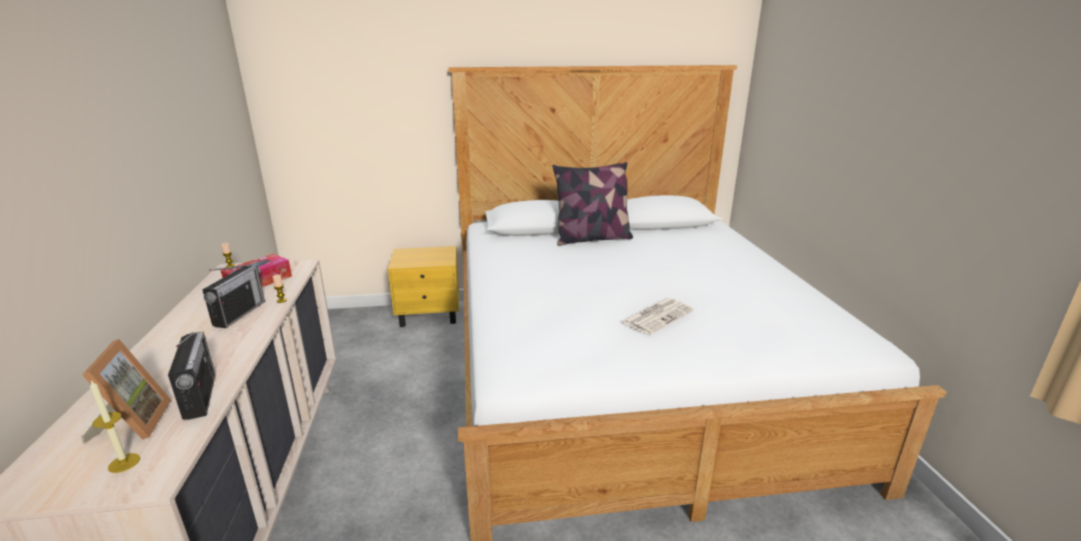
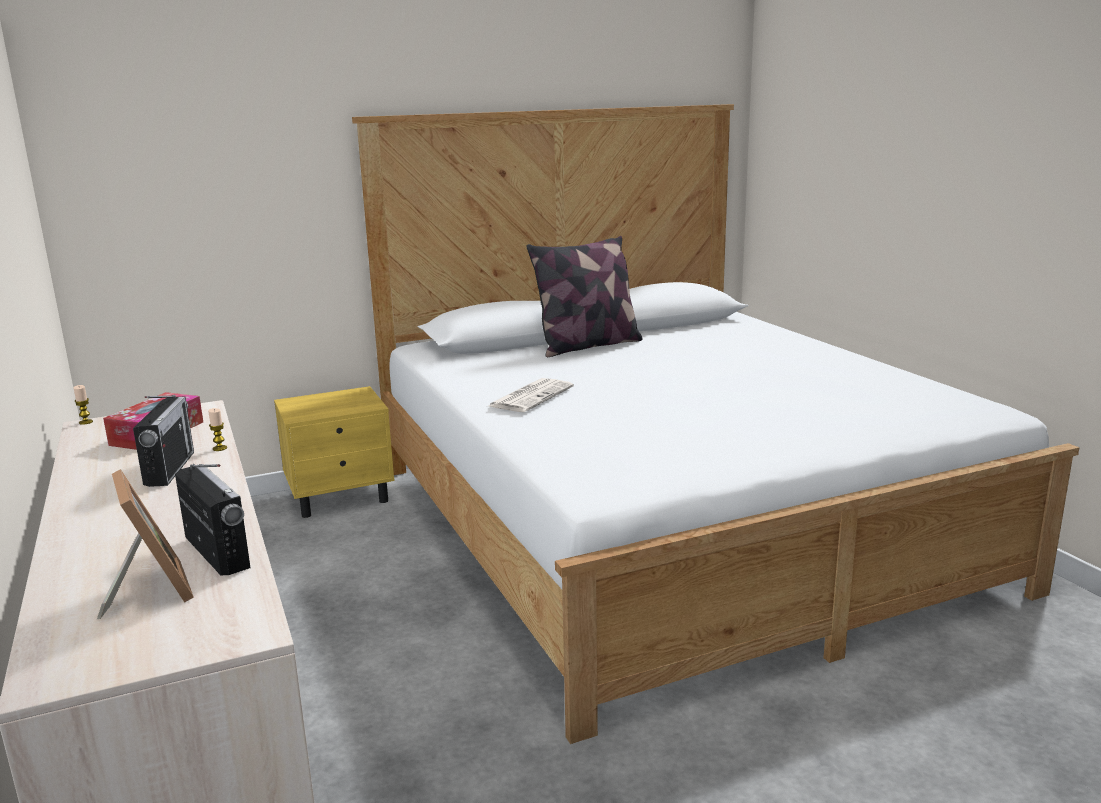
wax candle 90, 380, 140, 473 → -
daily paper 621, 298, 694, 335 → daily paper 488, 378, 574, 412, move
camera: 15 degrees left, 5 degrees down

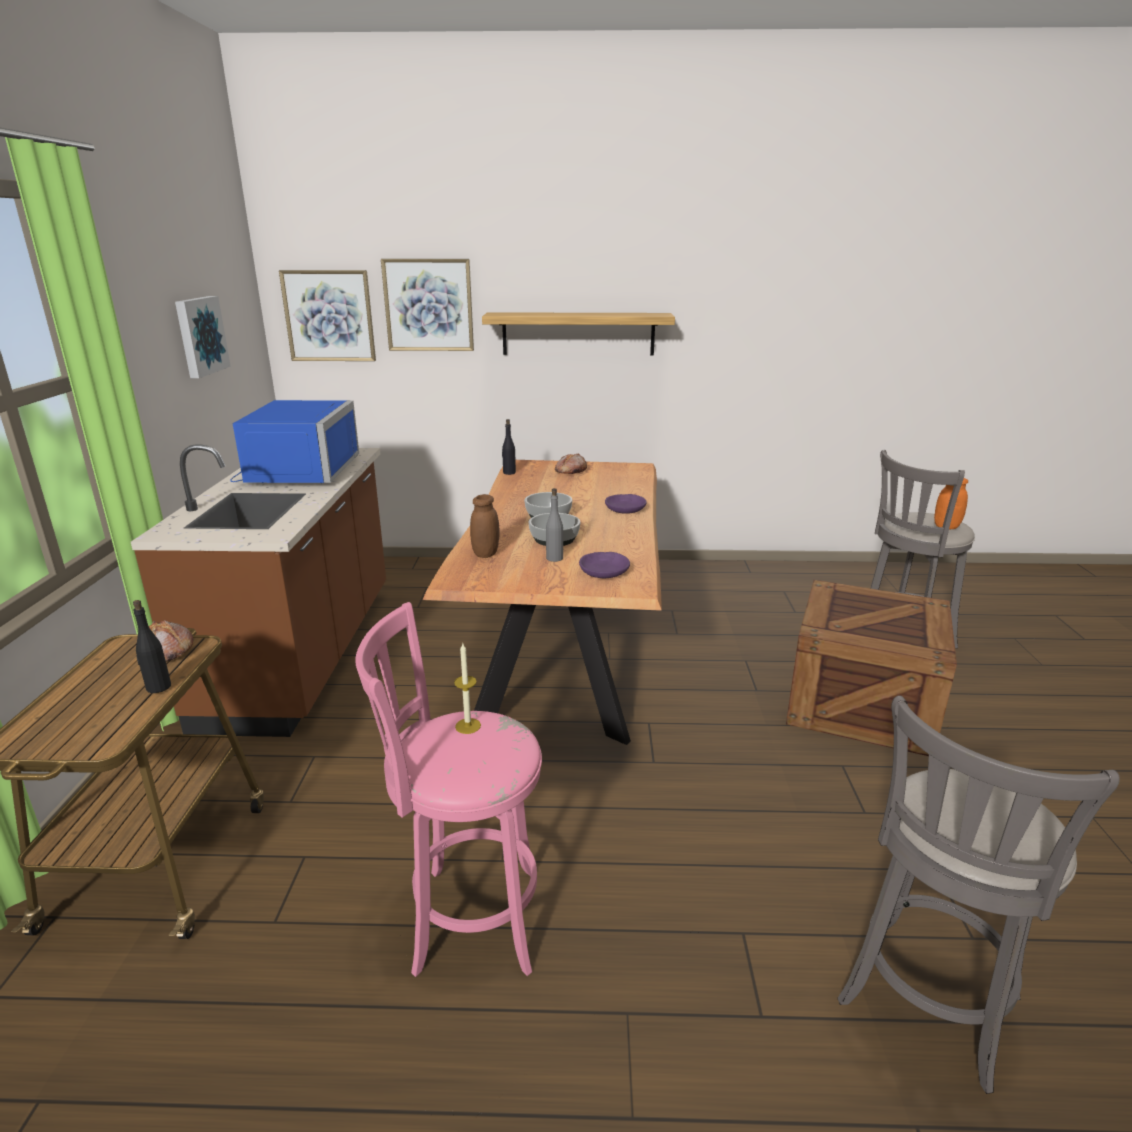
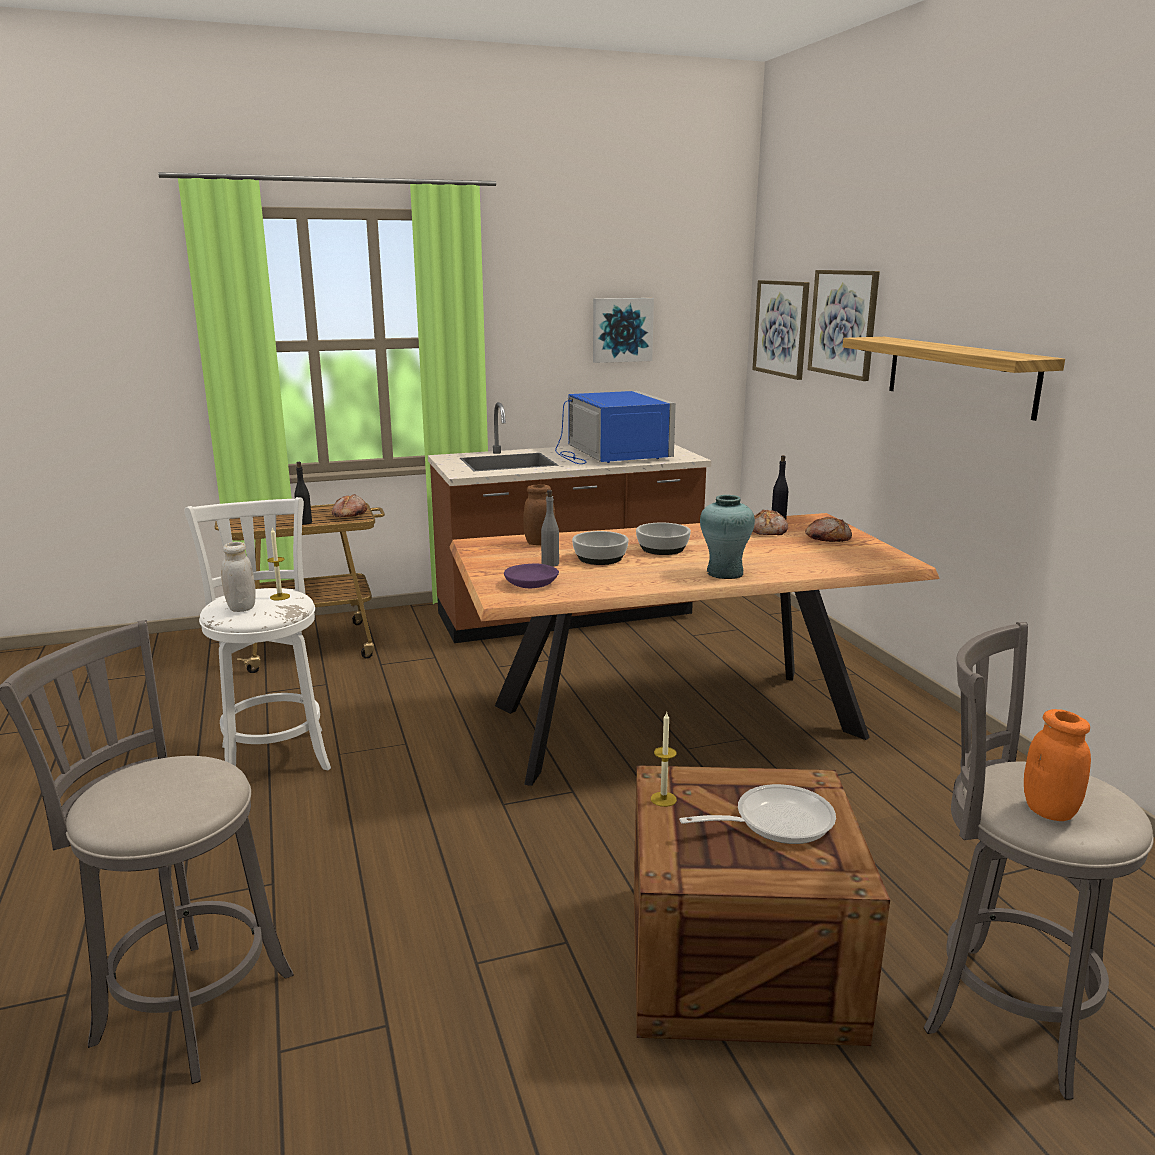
blue microwave oven 230, 400, 359, 483 → blue microwave oven 555, 391, 676, 464, 90 degrees counterclockwise
pink-coloured stool seat 355, 602, 542, 977 → white stool seat 185, 497, 331, 770
purple-coloured deep dish 605, 494, 647, 514 → turquoise flower vase 700, 495, 755, 579
- → white preserve jar 221, 542, 256, 612
- → wax candle 651, 712, 677, 807
- → frying pan 679, 784, 836, 844
- → baked bread 753, 510, 788, 535
camera: 70 degrees right, 5 degrees down

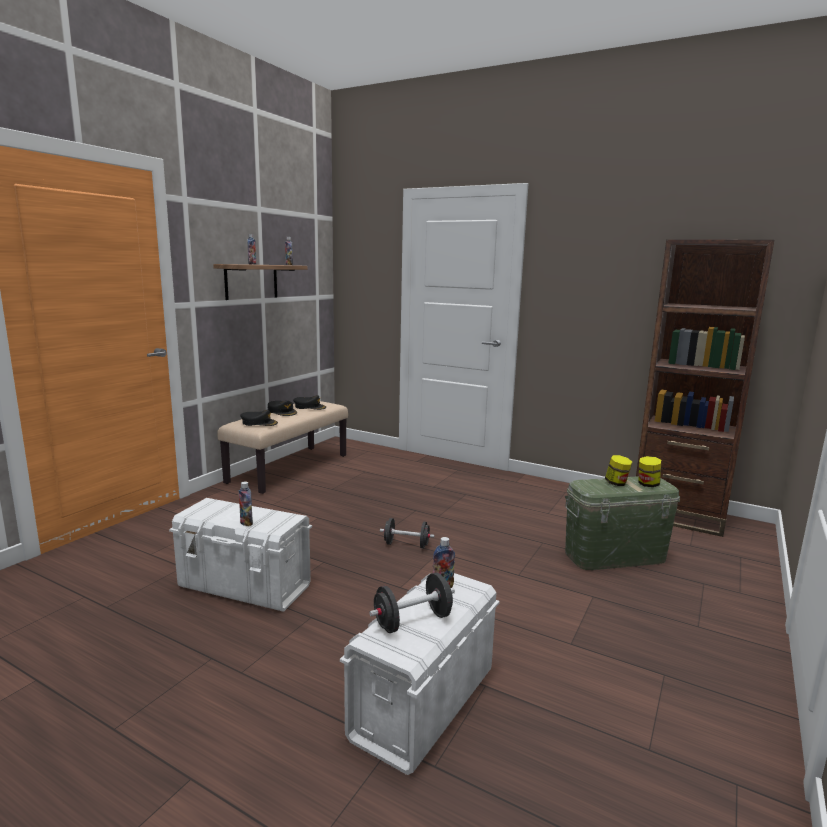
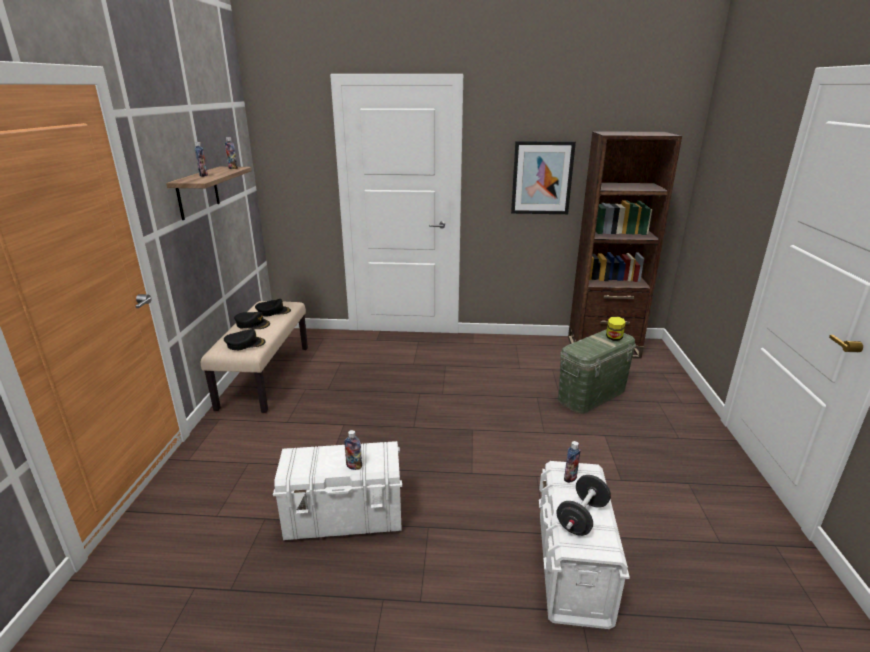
black-coloured hand weight 380, 518, 435, 549 → -
preserve jar 605, 455, 632, 486 → -
- → wall picture 511, 141, 576, 214
camera: 25 degrees left, 10 degrees up

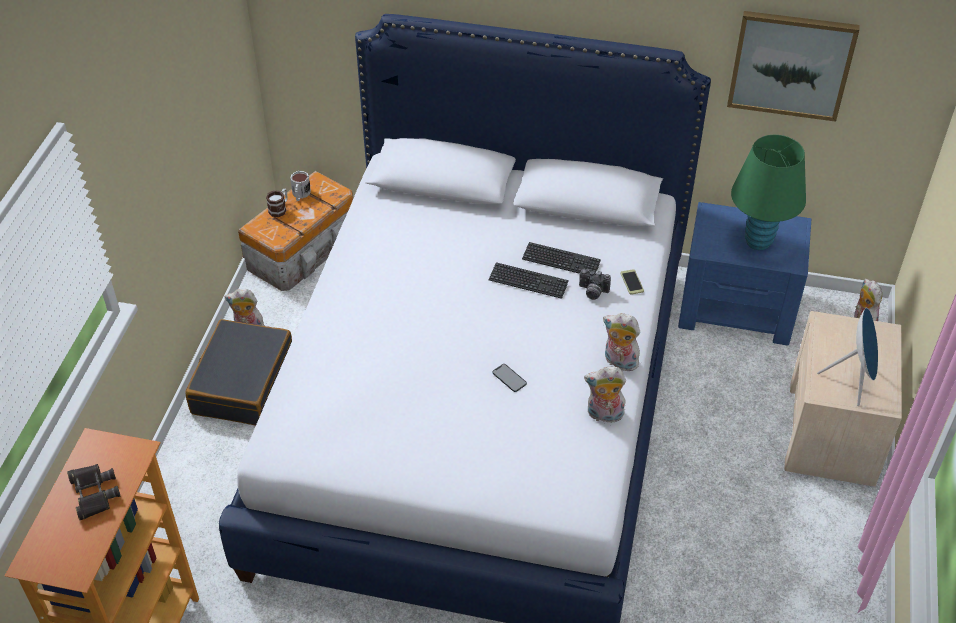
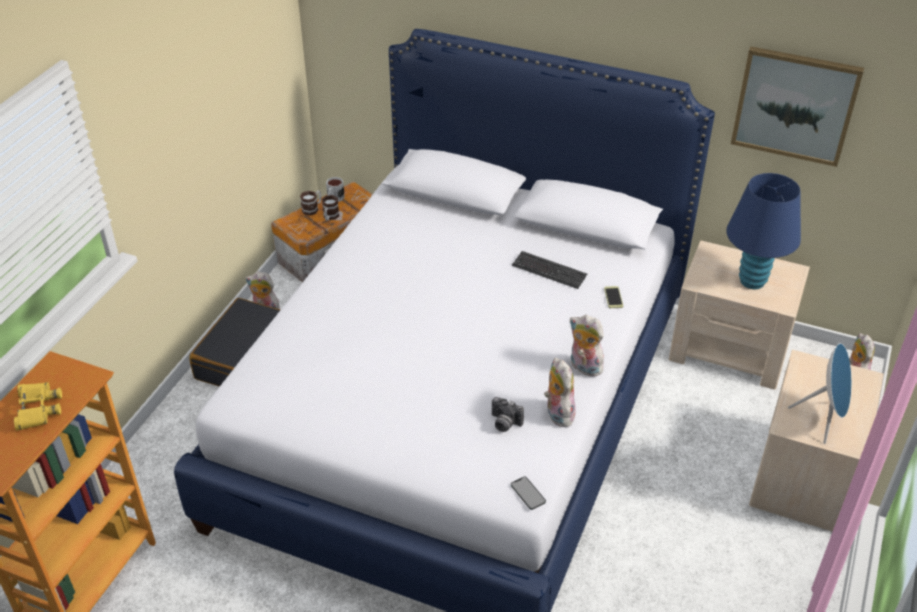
black-coloured field glasses 67, 464, 121, 520 → yellow-coloured field glasses 14, 382, 62, 430
computer keyboard 489, 262, 569, 299 → -
handset 492, 364, 527, 392 → handset 511, 476, 546, 510, move
still camera 579, 269, 611, 300 → still camera 492, 397, 524, 432, move
soft toy 584, 367, 627, 423 → soft toy 544, 358, 576, 427, 60 degrees clockwise
blue night table 678, 202, 811, 345 → beige-coloured night table 669, 240, 810, 390
greenish lamp for a table 731, 135, 806, 250 → blue lamp for a table 726, 173, 801, 289
- → coffee mug 322, 195, 339, 221
camera: 10 degrees right, 5 degrees down

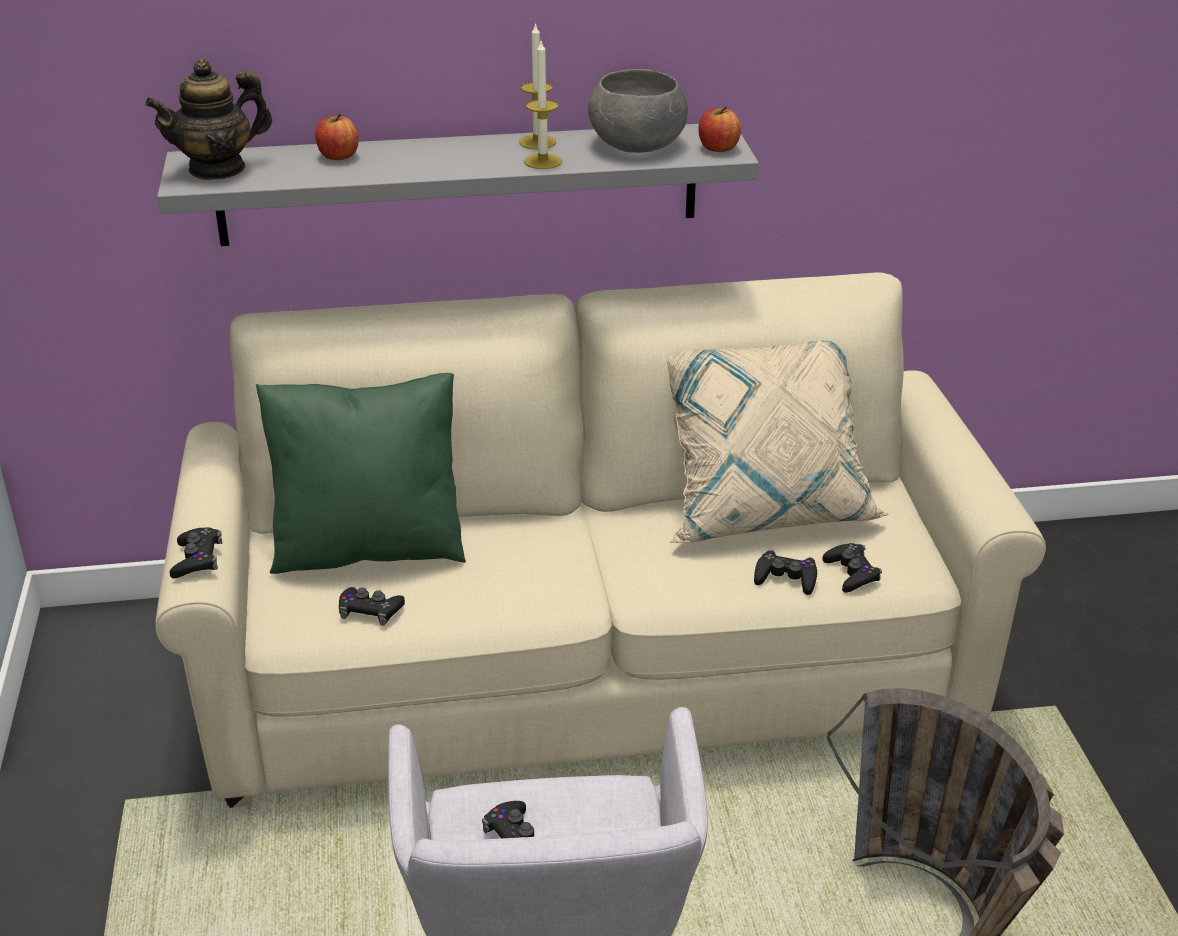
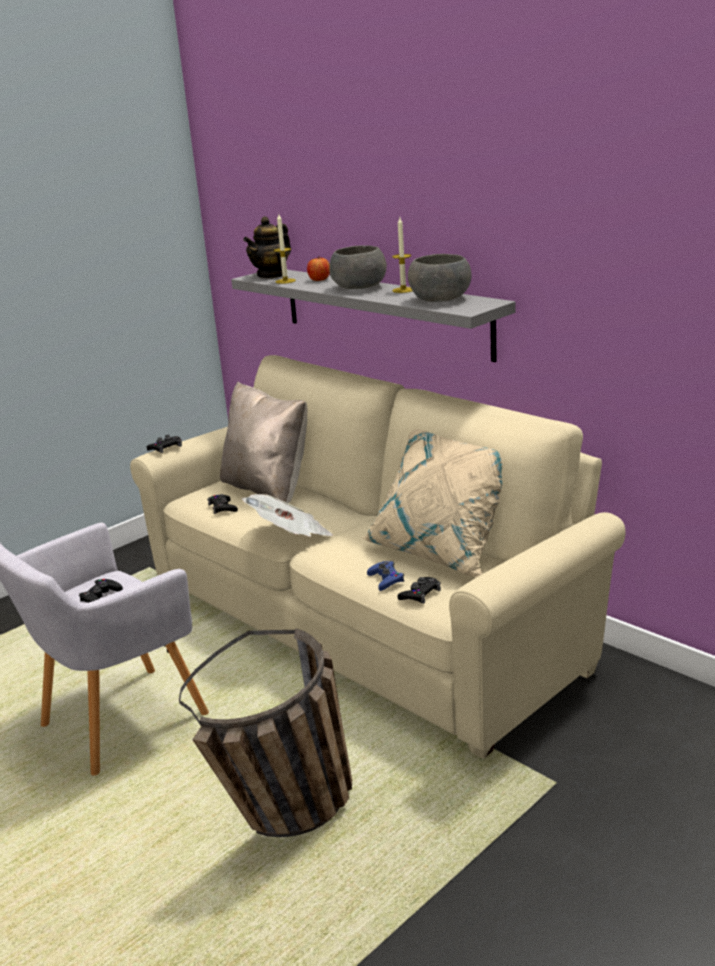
teapot 145, 59, 272, 180 → teapot 243, 216, 291, 278, 75 degrees counterclockwise
greenish pillow 256, 373, 466, 574 → beige-coloured pillow 220, 382, 307, 504
wax candle 524, 41, 562, 169 → wax candle 274, 214, 296, 284, move
whole apple 699, 107, 741, 152 → -
black-coloured game controller 754, 550, 817, 595 → blue game controller 367, 561, 404, 591
- → daily paper 242, 494, 334, 537
- → grey deep dish 329, 245, 387, 289
camera: 55 degrees right, 10 degrees down

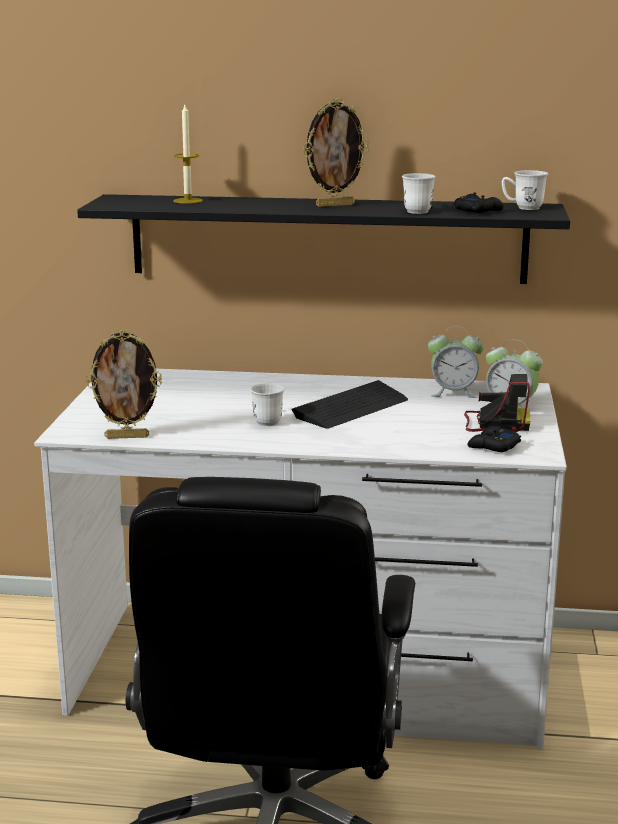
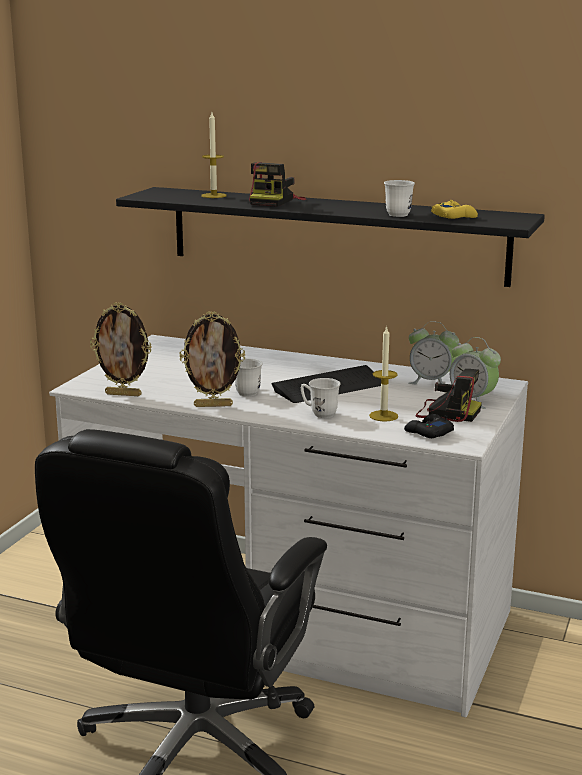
picture frame 303, 98, 369, 207 → picture frame 179, 311, 245, 407, move
black-coloured game controller 454, 192, 503, 213 → yellow-coloured game controller 431, 200, 478, 219
white coffee mug 502, 170, 548, 210 → white coffee mug 301, 378, 341, 418, move
- → still camera 249, 162, 306, 207
- → wax candle 369, 326, 398, 421
camera: 15 degrees right, 0 degrees up

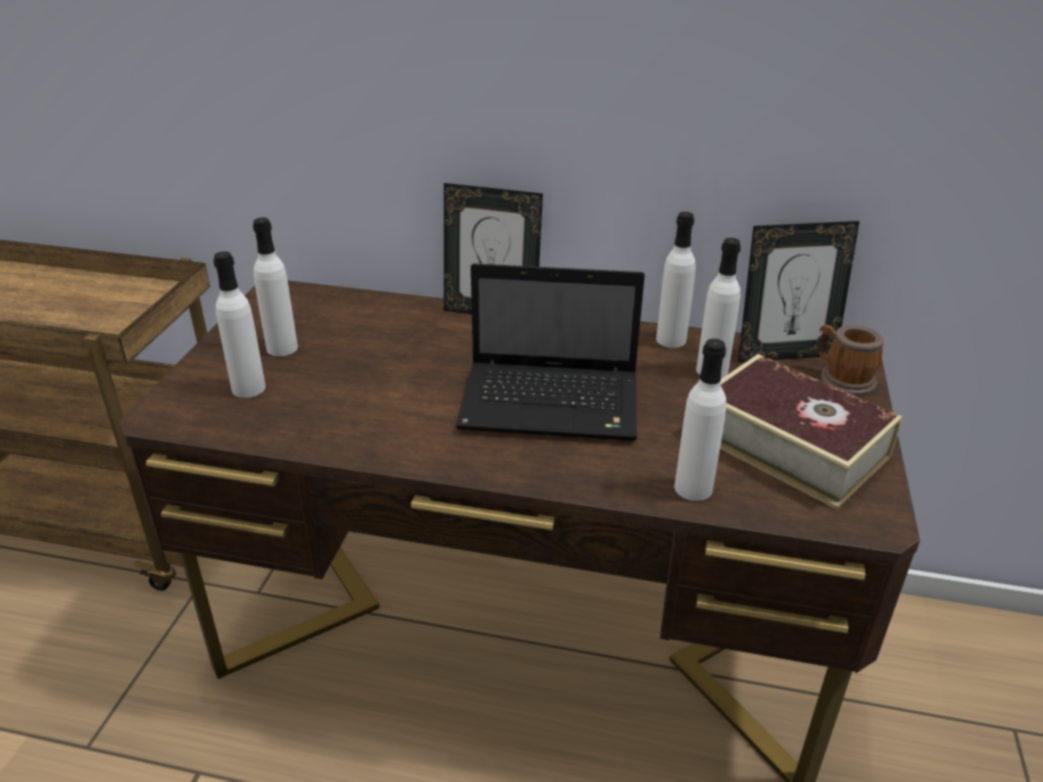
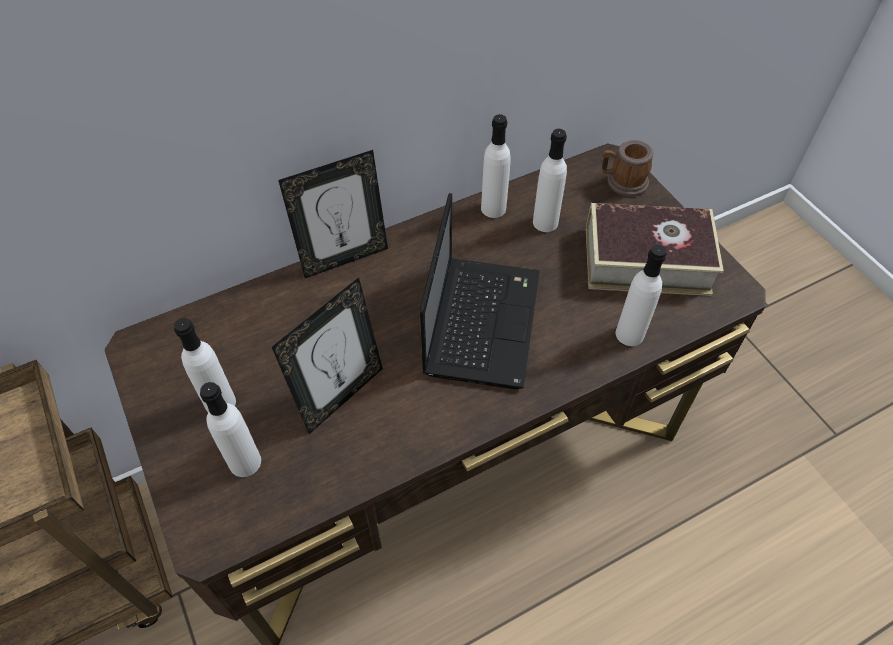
notebook computer 456, 263, 645, 441 → notebook computer 420, 193, 540, 389, 45 degrees counterclockwise
picture frame 738, 221, 860, 362 → picture frame 272, 277, 383, 434, move
camera: 40 degrees left, 20 degrees up

